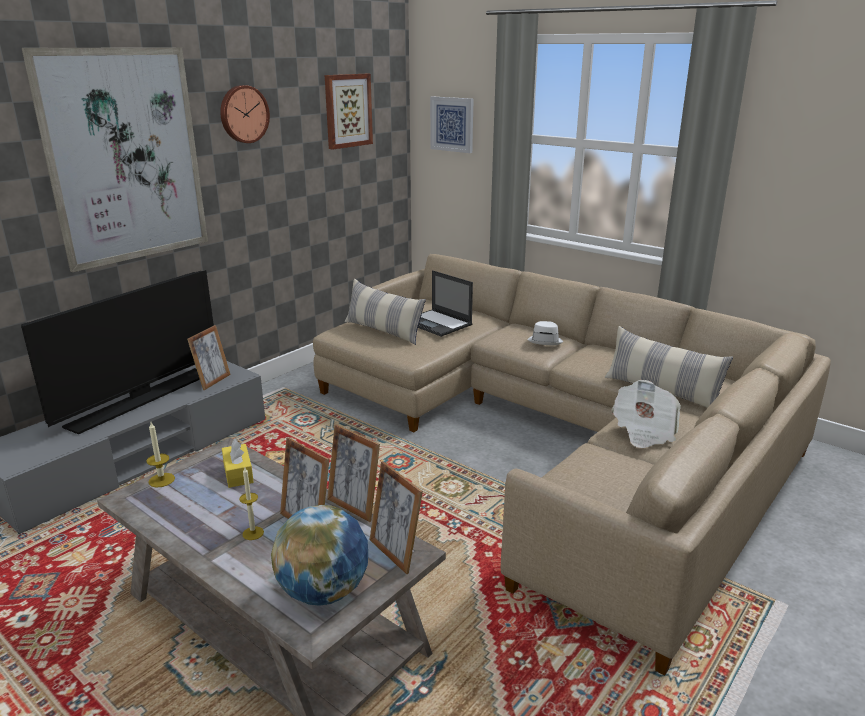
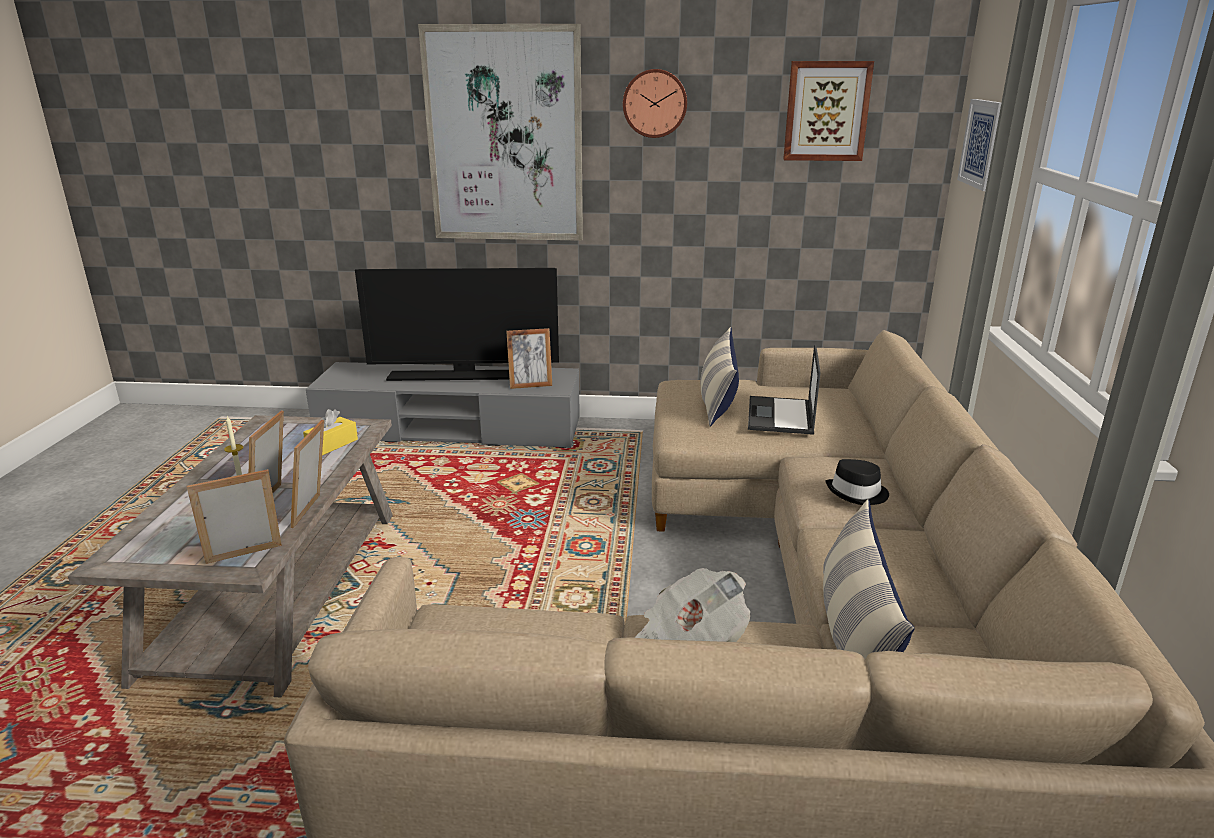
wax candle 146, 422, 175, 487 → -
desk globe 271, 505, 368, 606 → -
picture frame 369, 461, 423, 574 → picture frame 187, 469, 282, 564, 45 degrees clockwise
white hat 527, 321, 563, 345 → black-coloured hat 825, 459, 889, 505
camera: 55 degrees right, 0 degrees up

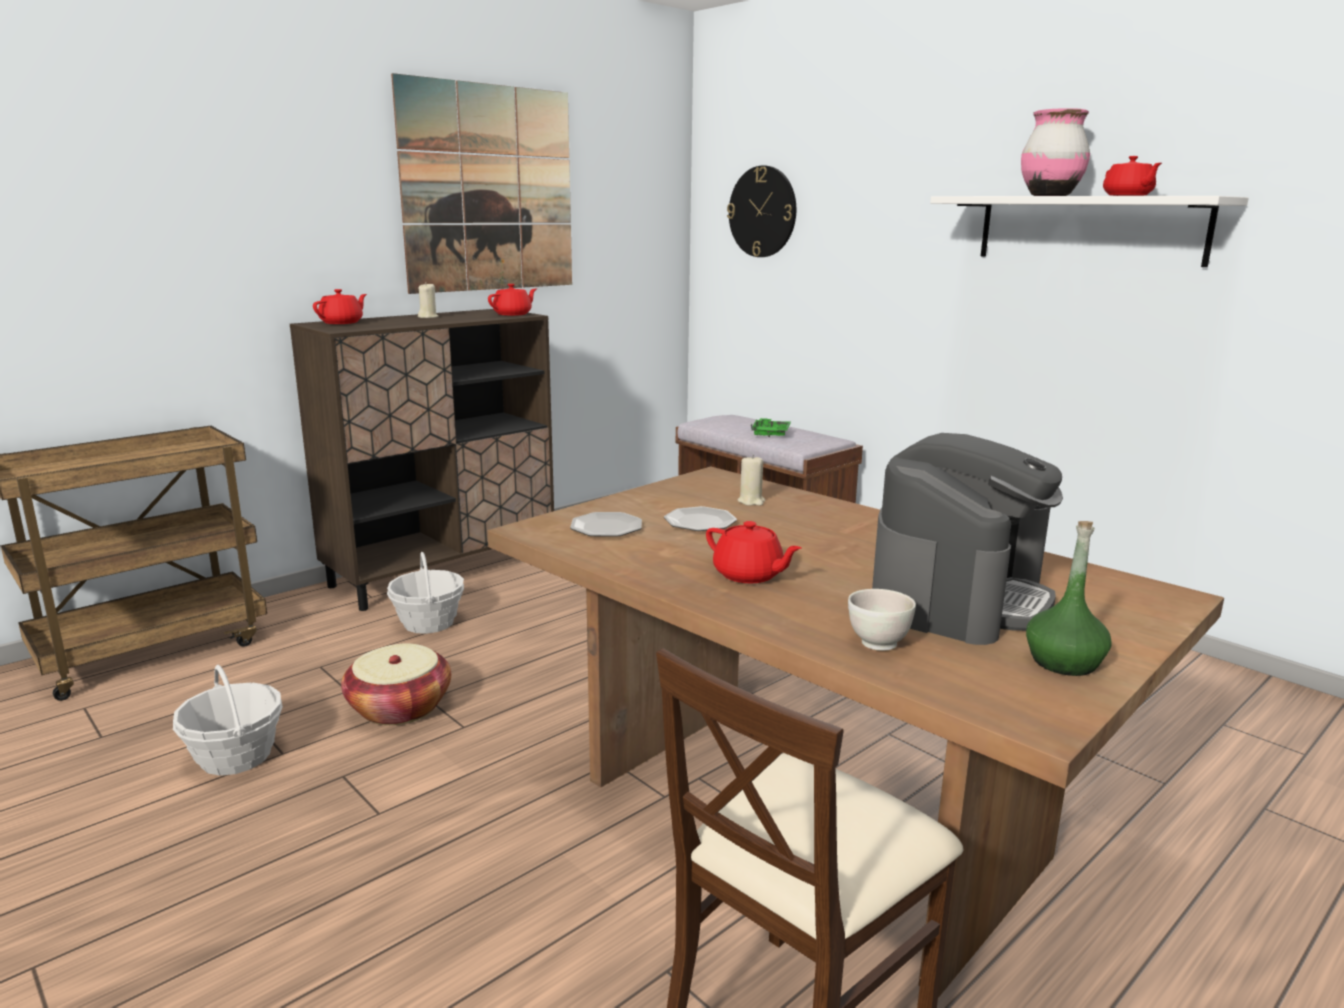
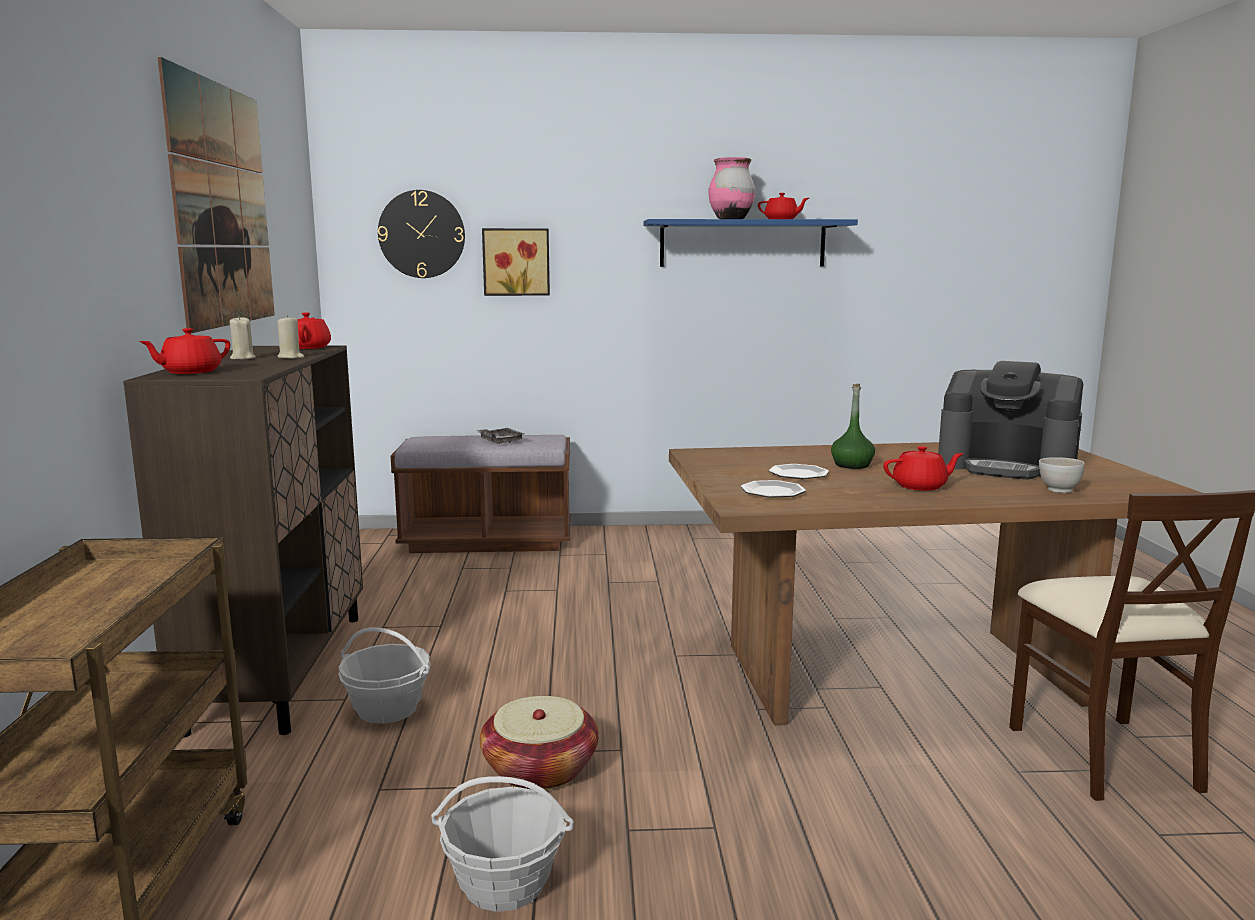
red-coloured teapot 313, 289, 367, 324 → red-coloured teapot 139, 328, 230, 374, 120 degrees counterclockwise
beige-coloured wax candle 738, 455, 765, 506 → beige-coloured wax candle 277, 315, 304, 359, move
greenish serving tray 751, 418, 791, 437 → grey serving tray 476, 428, 524, 444
coffee brewer 872, 433, 1063, 645 → coffee brewer 938, 361, 1083, 480, 135 degrees clockwise
white bracket shelf 930, 196, 1249, 267 → blue bracket shelf 644, 219, 858, 267
greenish bottle 1026, 521, 1112, 676 → greenish bottle 831, 384, 875, 469, move
- → wall picture 482, 228, 550, 296
camera: 50 degrees left, 5 degrees down

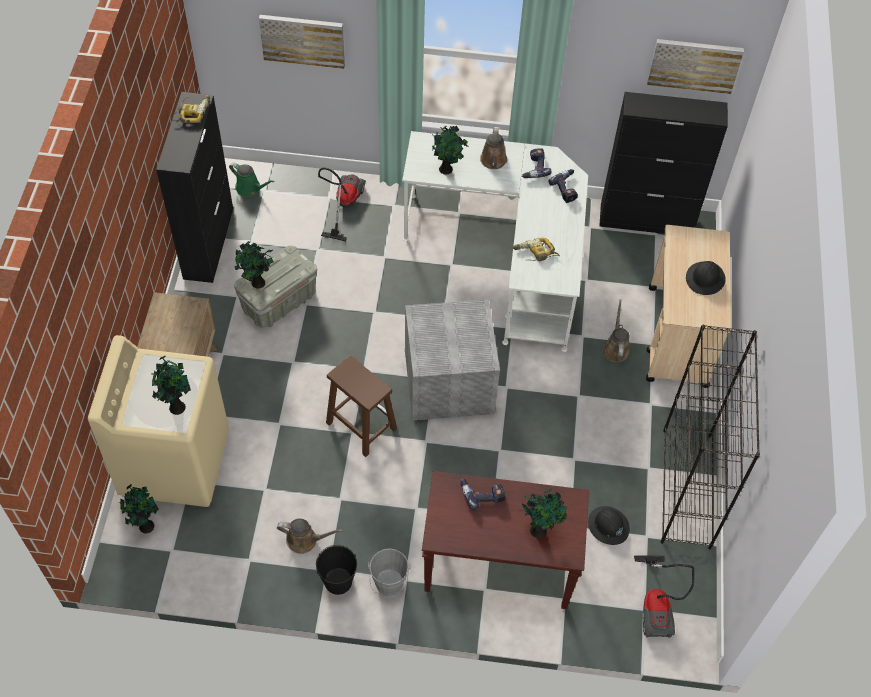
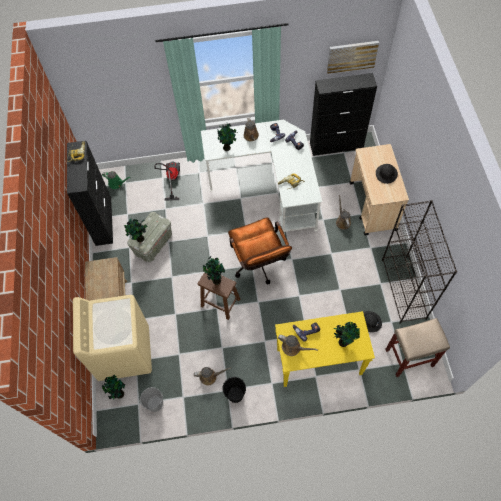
potted plant 151, 355, 191, 415 → potted plant 203, 256, 225, 285, move
wall picture 259, 15, 345, 69 → -
grey pail 368, 549, 410, 596 → grey pail 139, 387, 163, 415, move
grey storage bin 405, 299, 500, 421 → brown computer chair 228, 217, 292, 284
brown hall table 422, 471, 589, 609 → yellow-coloured hall table 275, 311, 375, 387
vacuum 634, 555, 694, 638 → beige-coloured stool seat 385, 318, 450, 377
- → brown sprinkling can 278, 335, 318, 356
camera: 10 degrees left, 5 degrees up

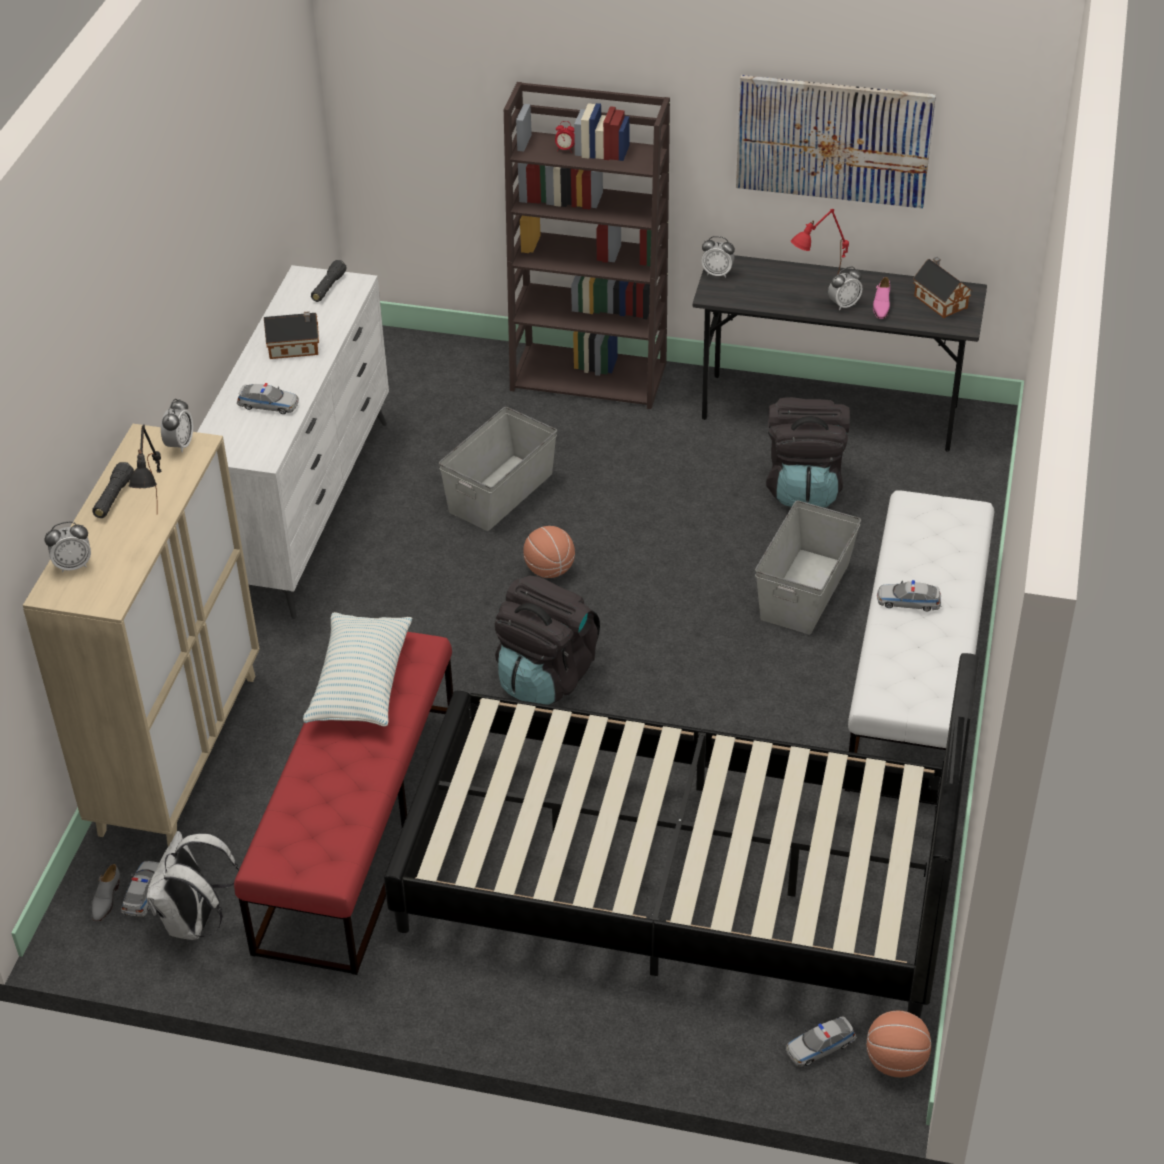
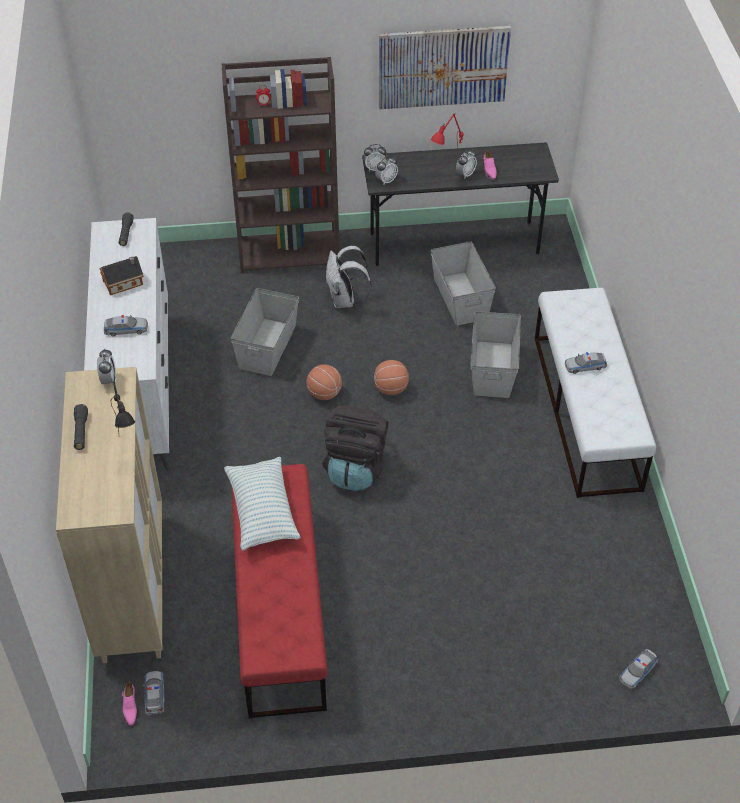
alarm clock 45, 522, 91, 573 → alarm clock 375, 156, 398, 184, move
grey low shoe 92, 864, 120, 922 → pink-coloured low shoe 122, 682, 138, 726
white knapsack 147, 831, 239, 940 → white knapsack 326, 246, 371, 308, move
black-coloured bed 384, 653, 979, 1018 → -
black-coloured knapsack 766, 397, 850, 507 → grey storage bin 431, 242, 496, 326
basketball 866, 1011, 931, 1077 → basketball 374, 360, 409, 395, move
miniature house 913, 257, 972, 318 → -
camera: 20 degrees left, 5 degrees up

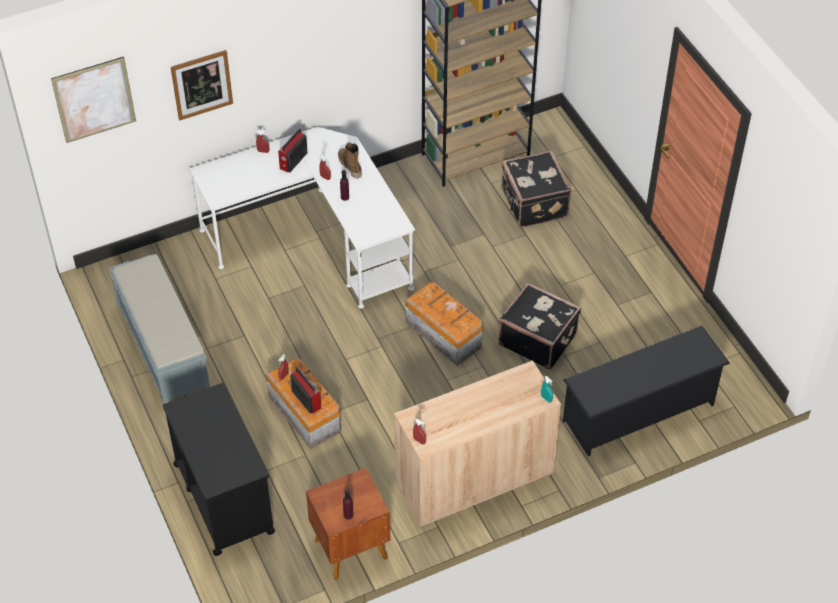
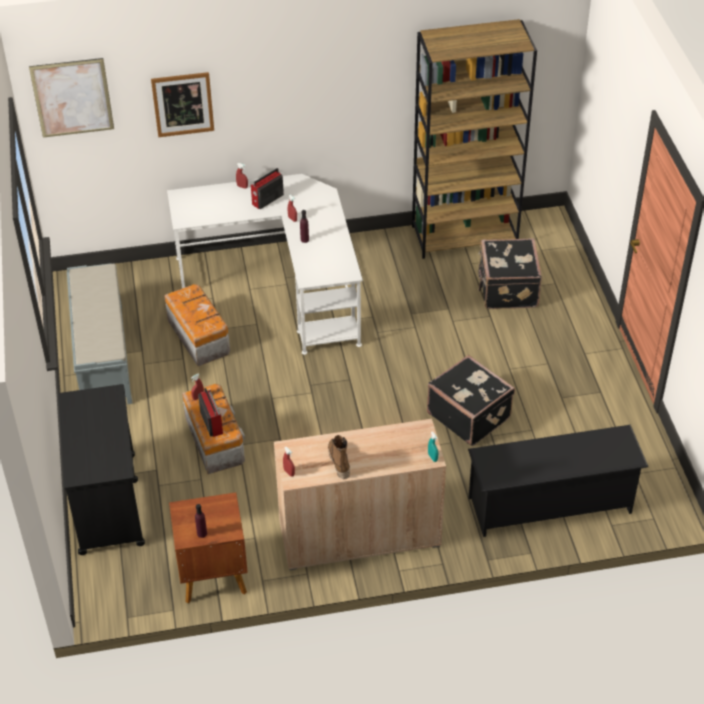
tall boot 338, 142, 362, 179 → tall boot 328, 435, 350, 479, move
storage bin 405, 282, 483, 366 → storage bin 164, 284, 230, 366, move
camera: 15 degrees right, 5 degrees down

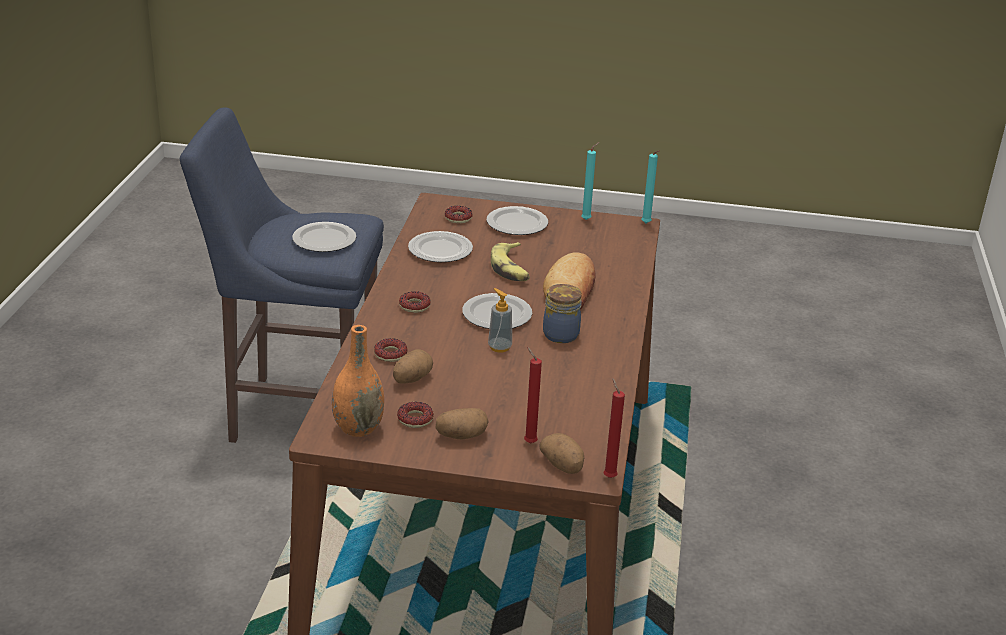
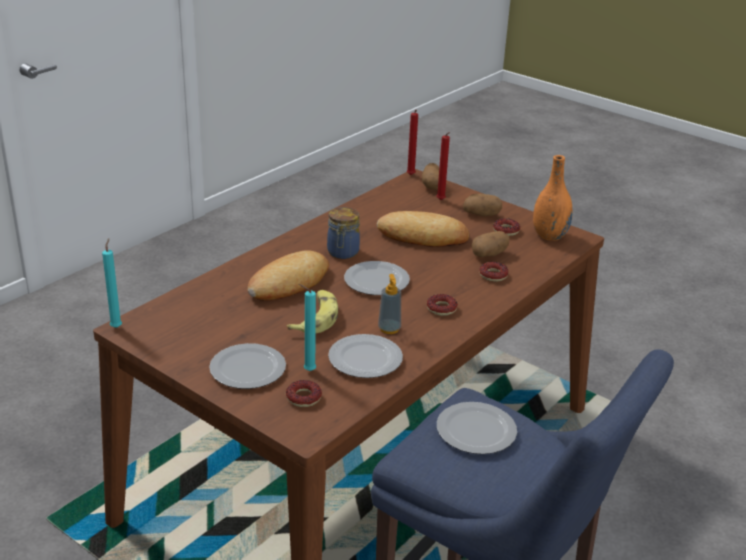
soap bottle 488, 288, 512, 353 → soap bottle 378, 274, 401, 334, move
turquoise wax candle 581, 142, 599, 220 → turquoise wax candle 299, 284, 316, 371, move
- → baked bread 376, 211, 469, 247
camera: 150 degrees left, 0 degrees up

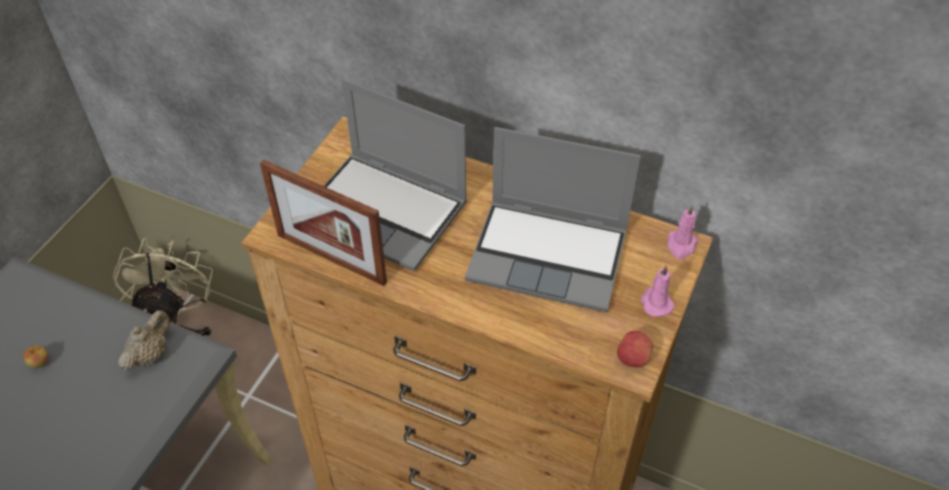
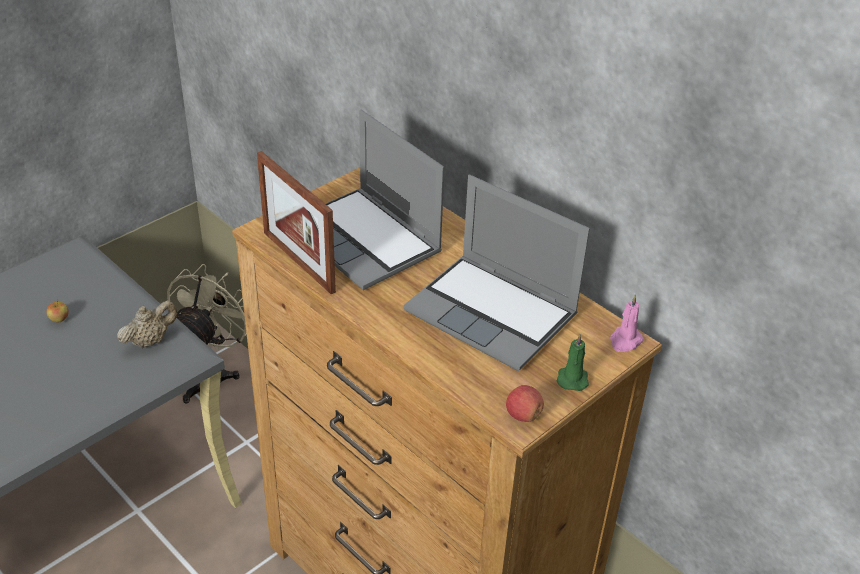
pink-coloured wax candle 641, 265, 675, 317 → greenish wax candle 557, 334, 589, 391
camera: 20 degrees right, 10 degrees down

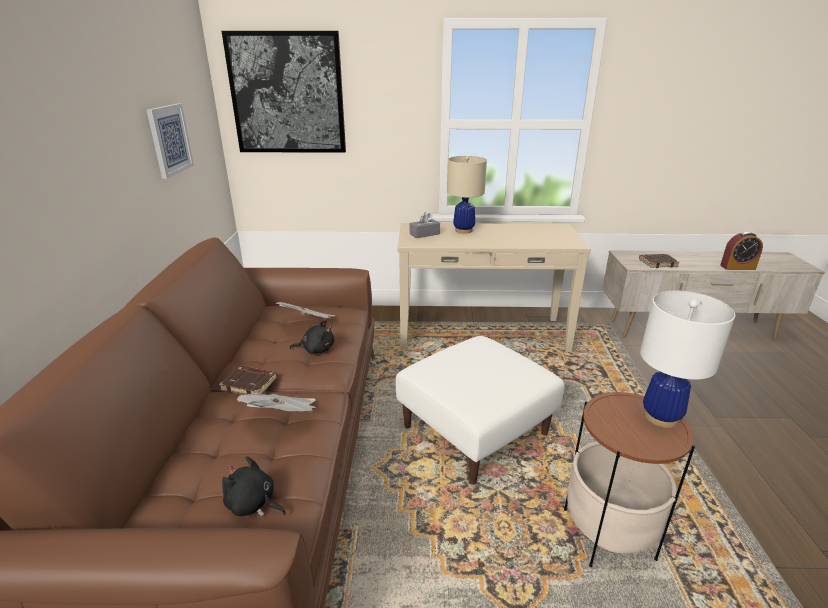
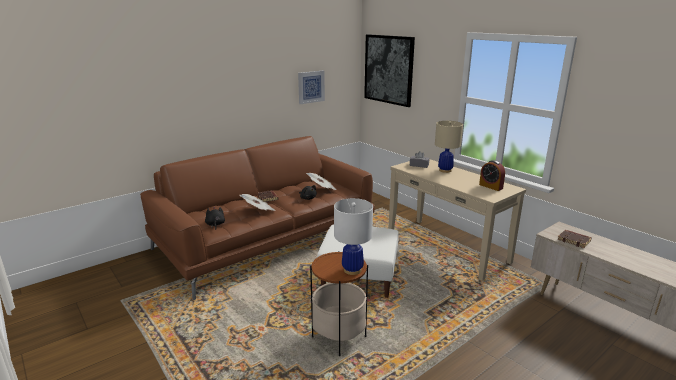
alarm clock 720, 232, 763, 270 → alarm clock 479, 160, 505, 191, move
camera: 50 degrees right, 5 degrees down

